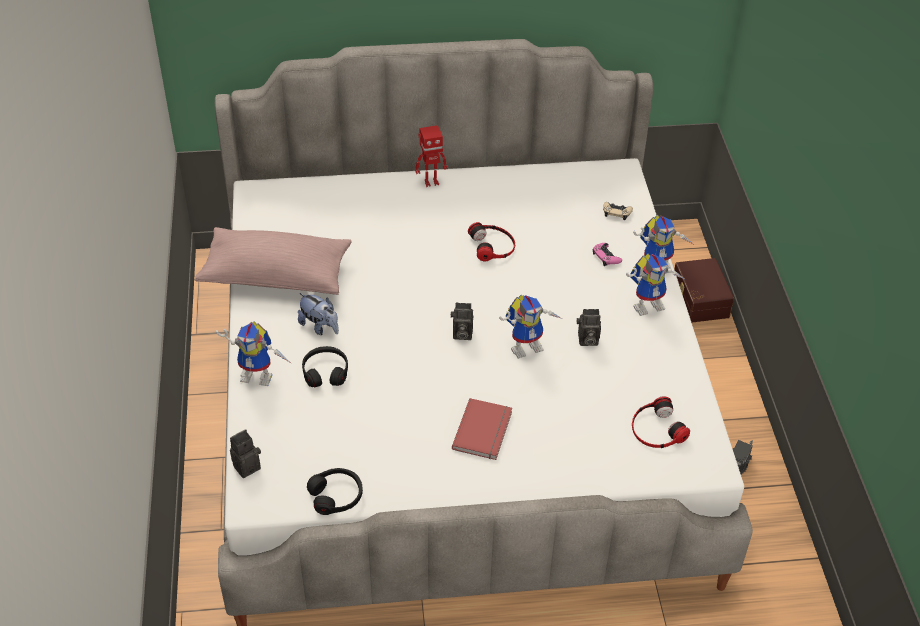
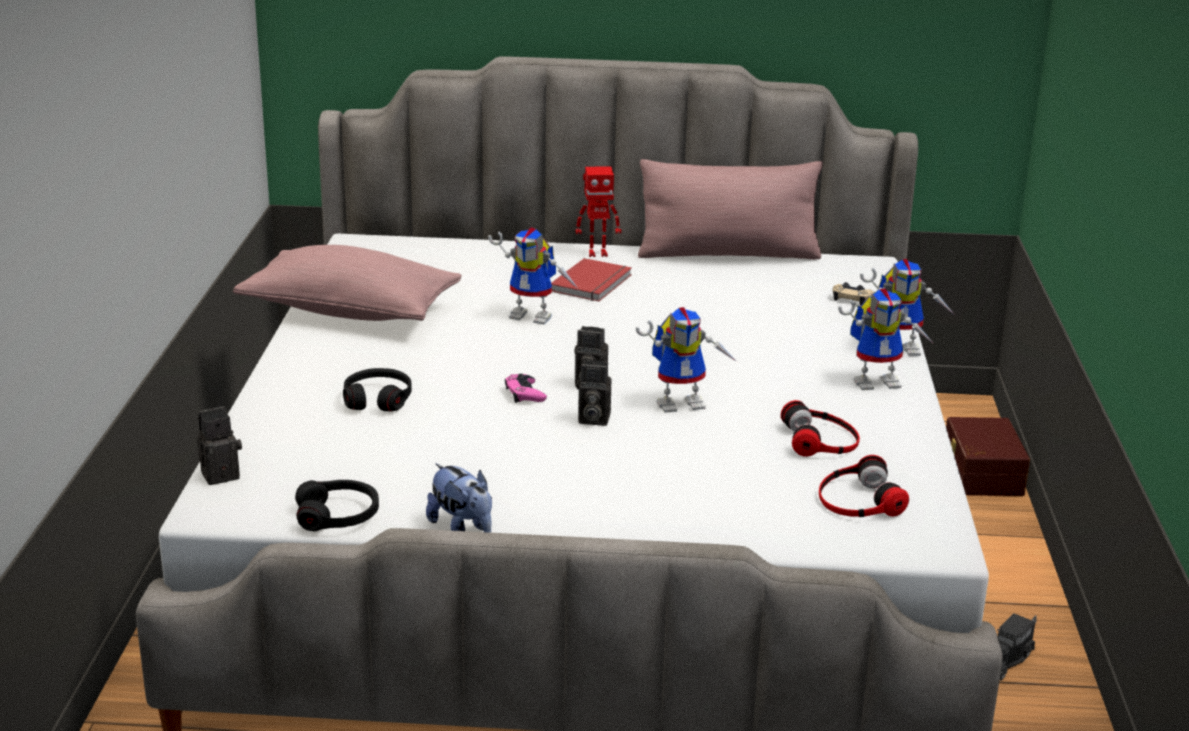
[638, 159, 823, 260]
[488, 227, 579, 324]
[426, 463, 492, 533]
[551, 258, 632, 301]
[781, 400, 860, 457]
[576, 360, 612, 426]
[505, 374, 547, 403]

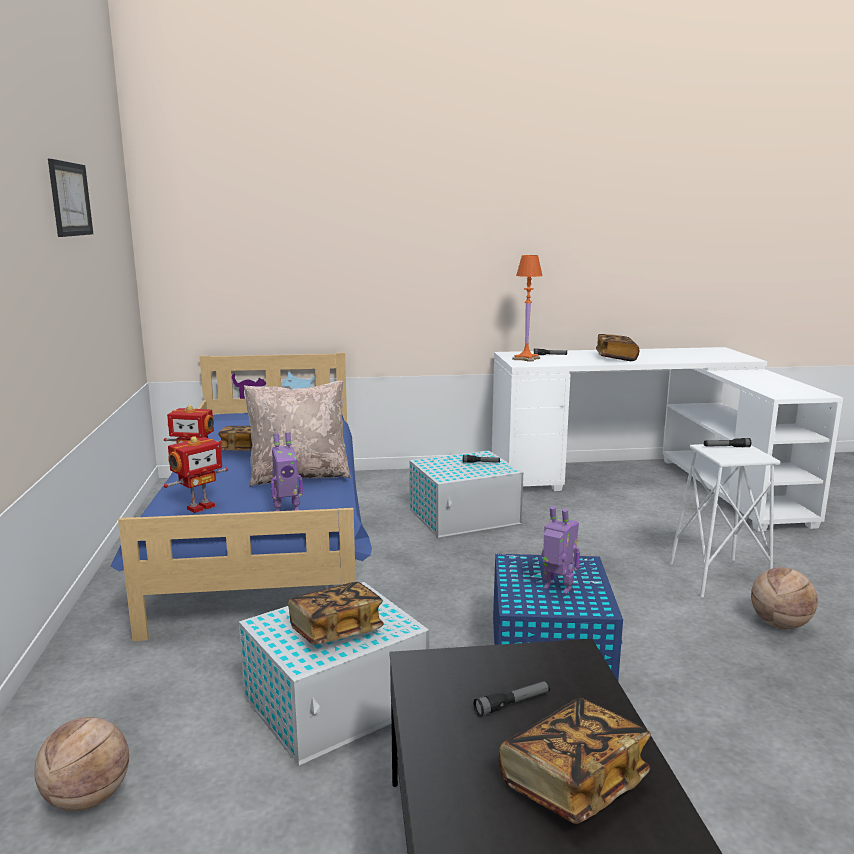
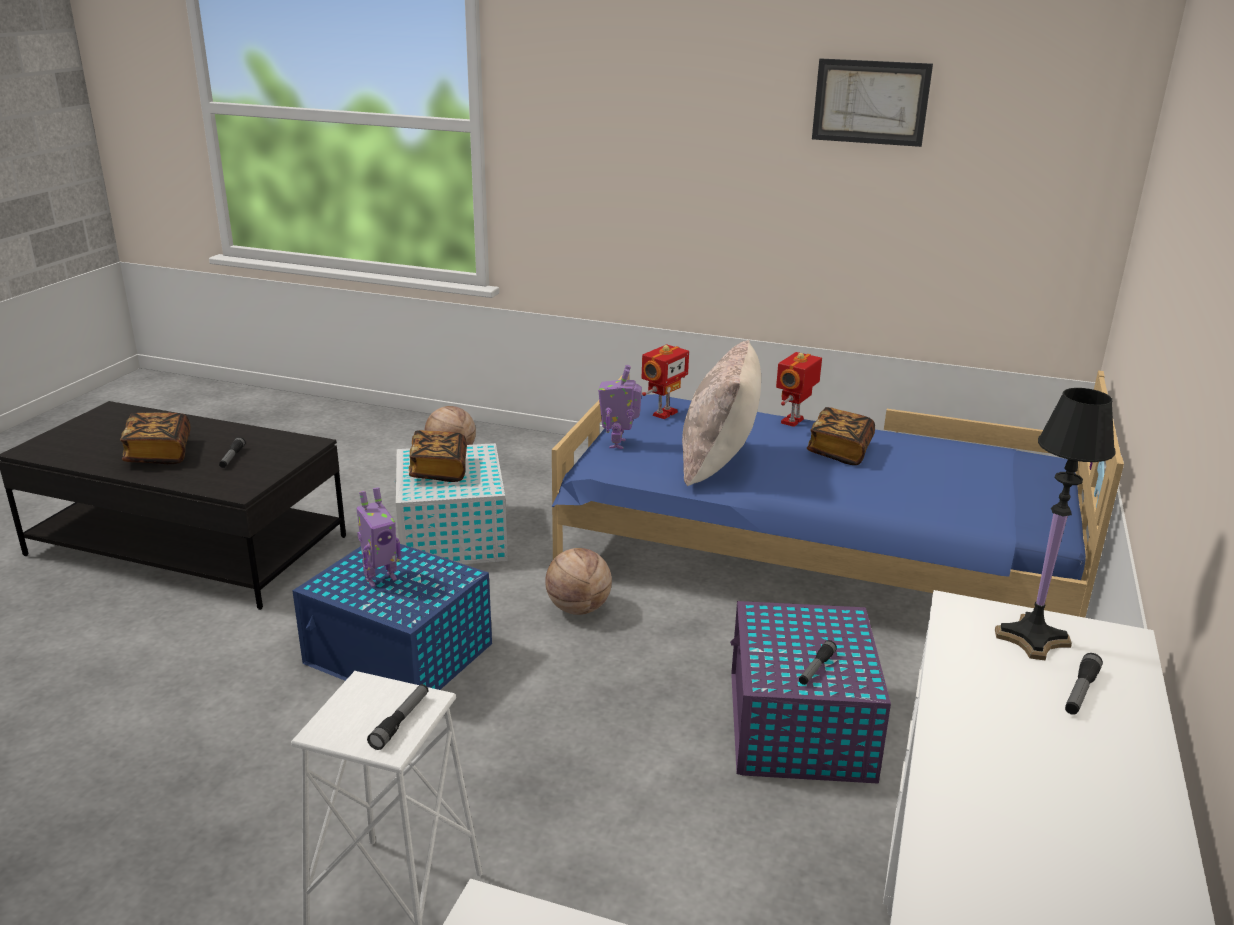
[596, 334, 639, 361] (first image)
[545, 548, 612, 615]
[730, 601, 891, 783]
[995, 388, 1116, 660]
[642, 344, 689, 419]

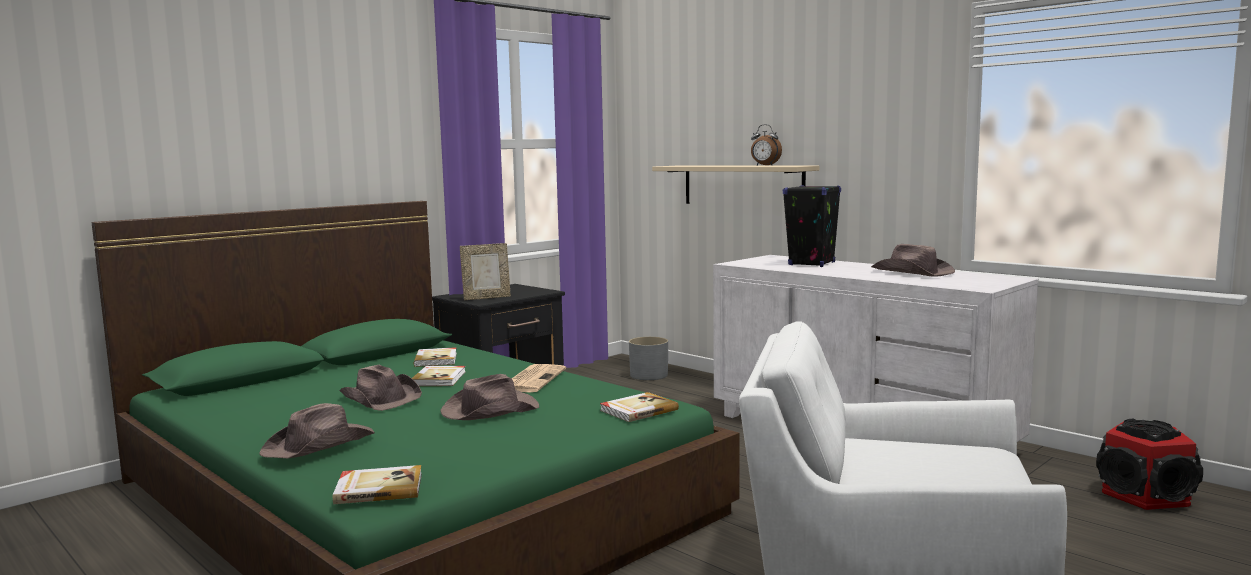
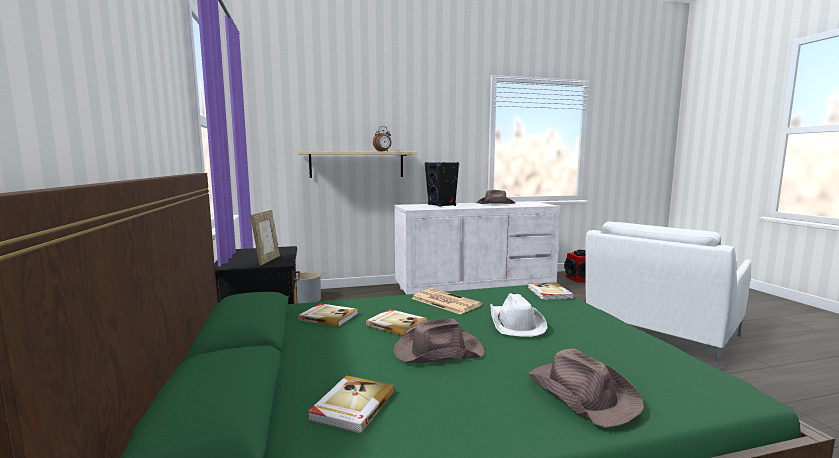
[307, 375, 395, 434]
[490, 293, 547, 337]

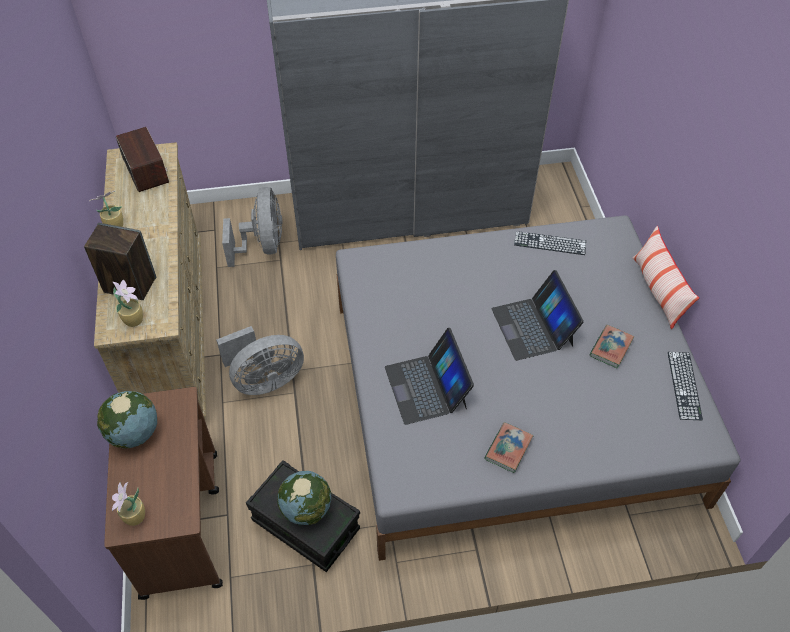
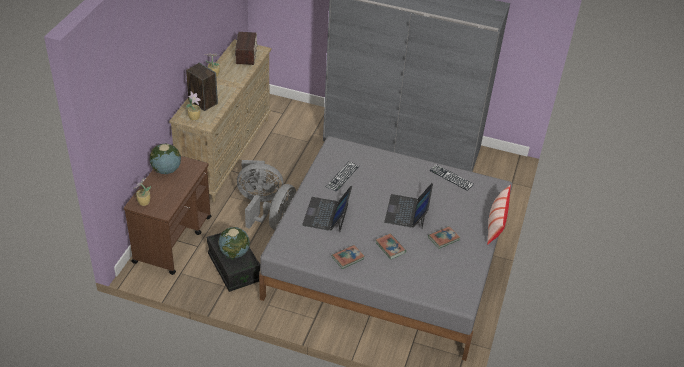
[376, 234, 406, 260]
[245, 184, 296, 230]
[326, 162, 359, 192]

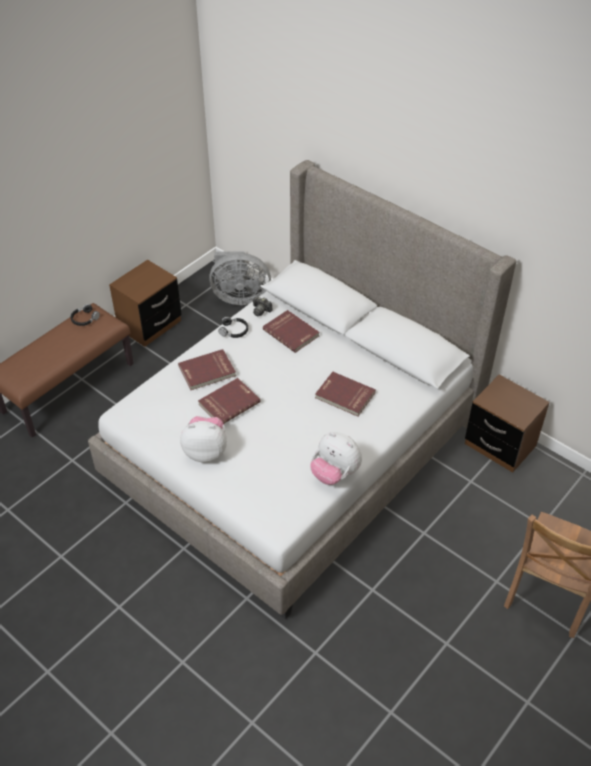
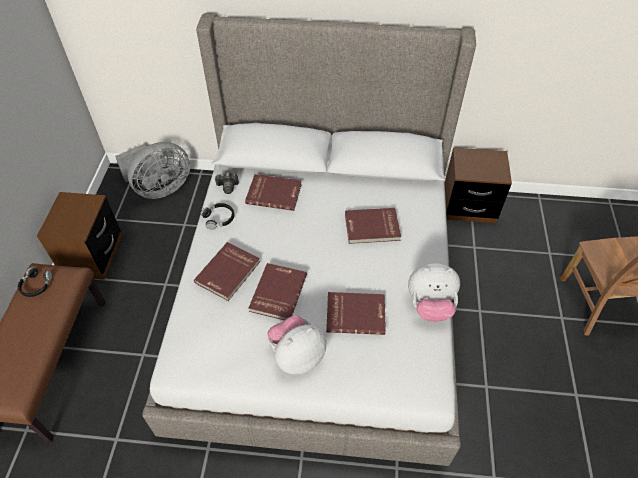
[326, 292, 386, 335]

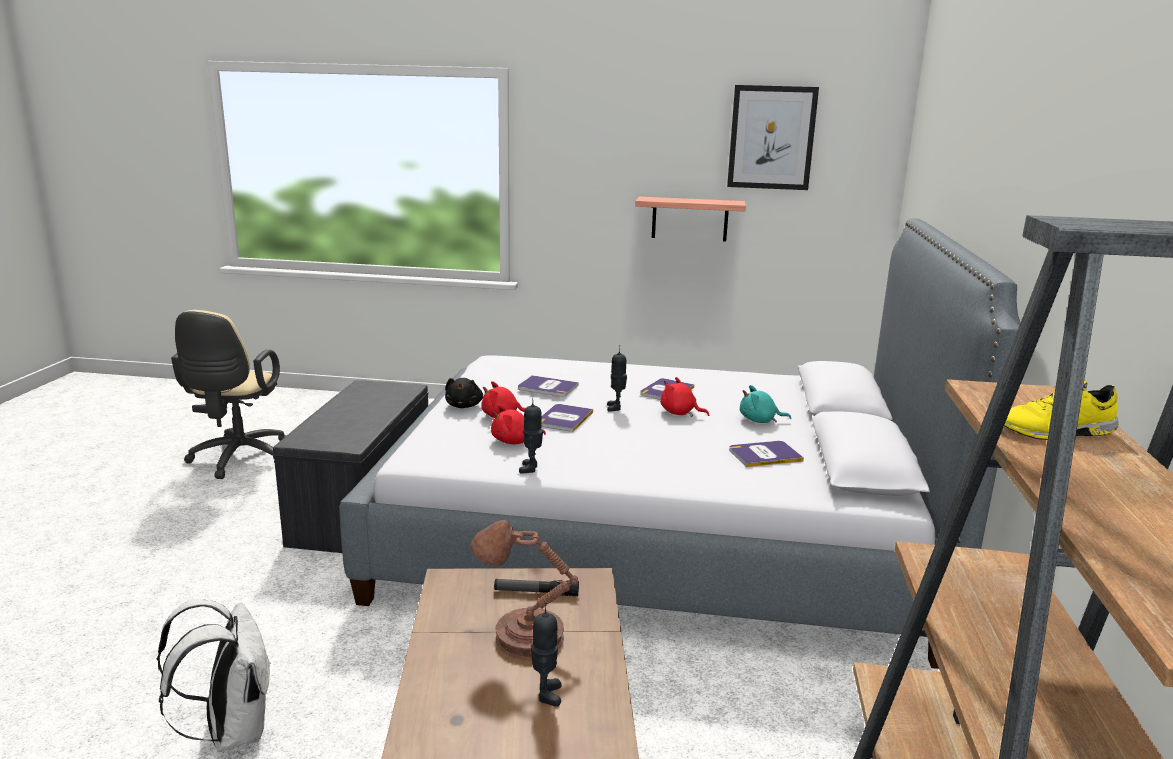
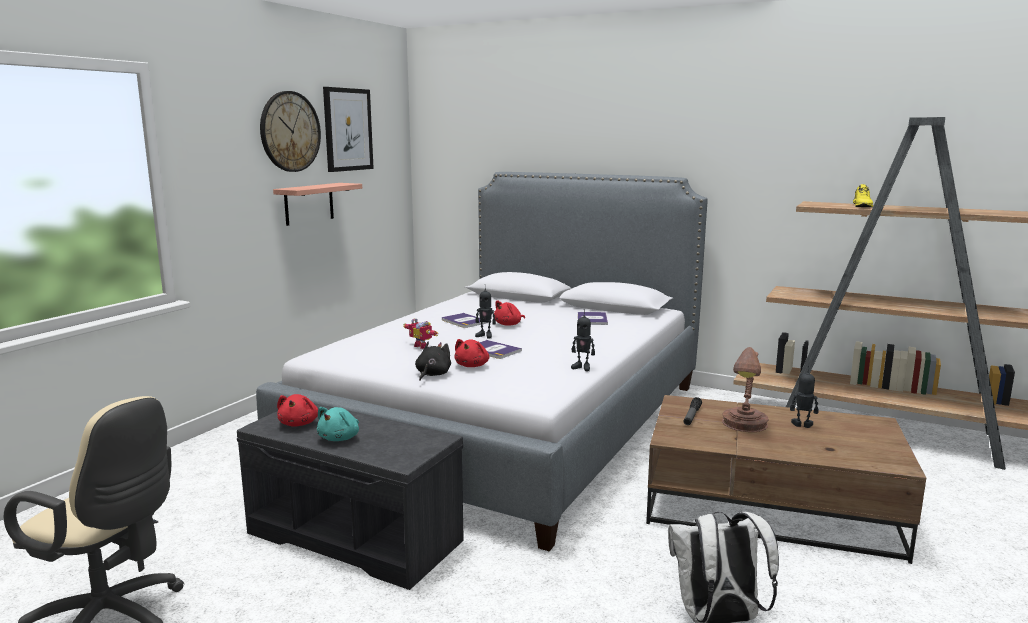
[260, 91, 321, 172]
[277, 394, 318, 427]
[317, 407, 359, 441]
[403, 318, 438, 349]
[415, 342, 451, 381]

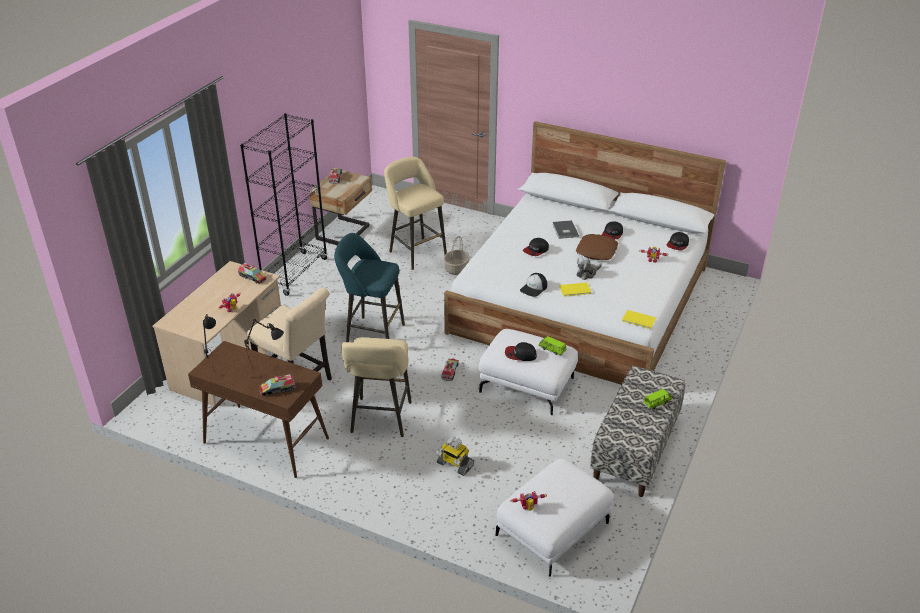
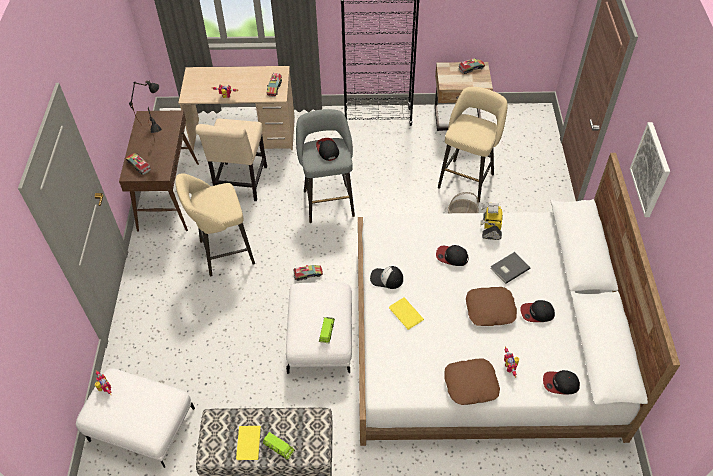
[576, 257, 602, 280] (first image)
[444, 358, 500, 405]
[630, 122, 670, 217]
[480, 203, 503, 240]
[316, 138, 339, 161]
[236, 426, 261, 460]
[296, 109, 355, 223]

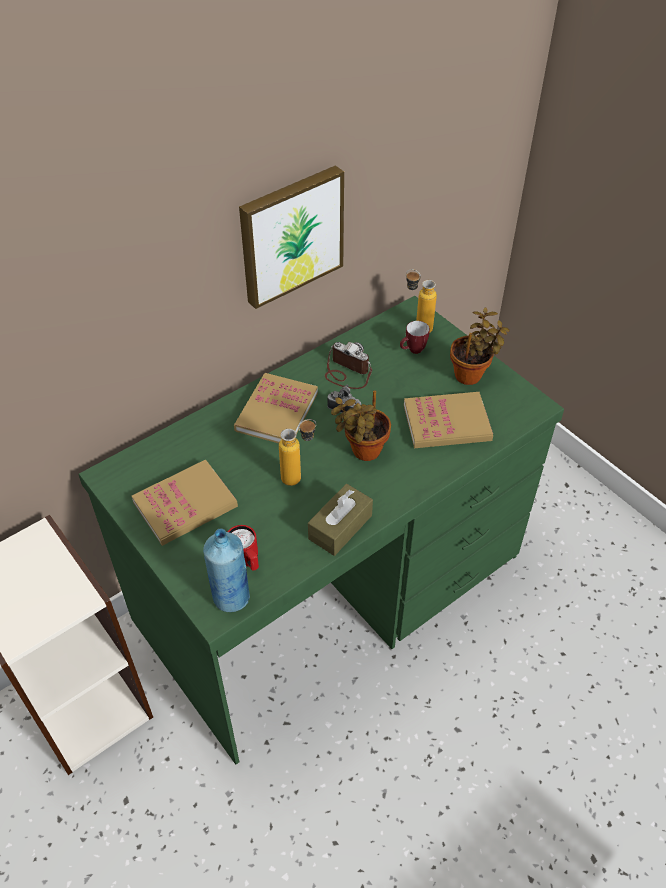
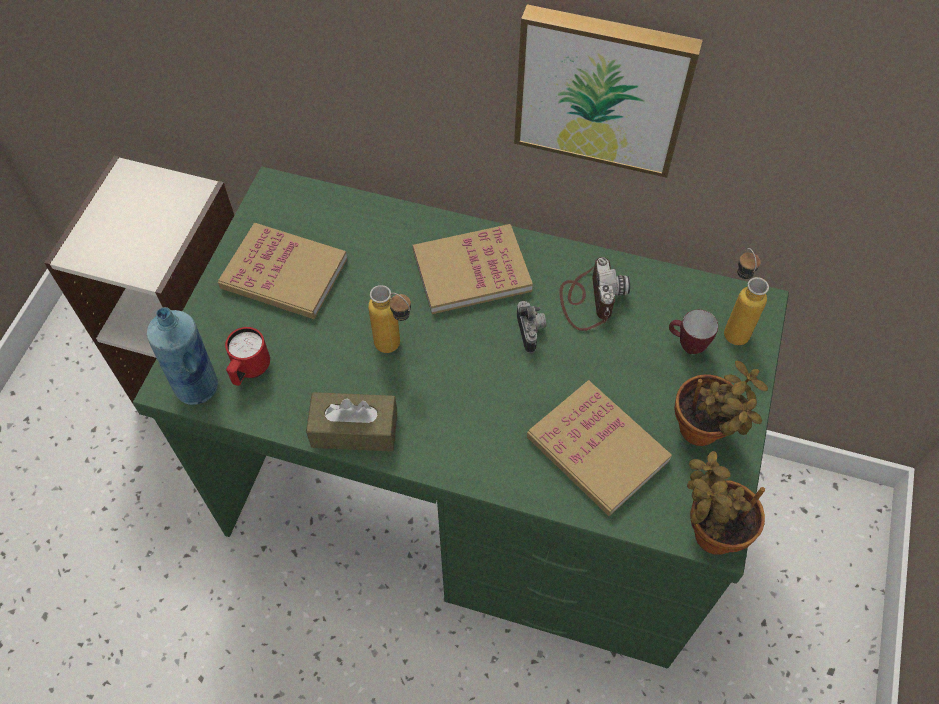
[687, 451, 765, 555]

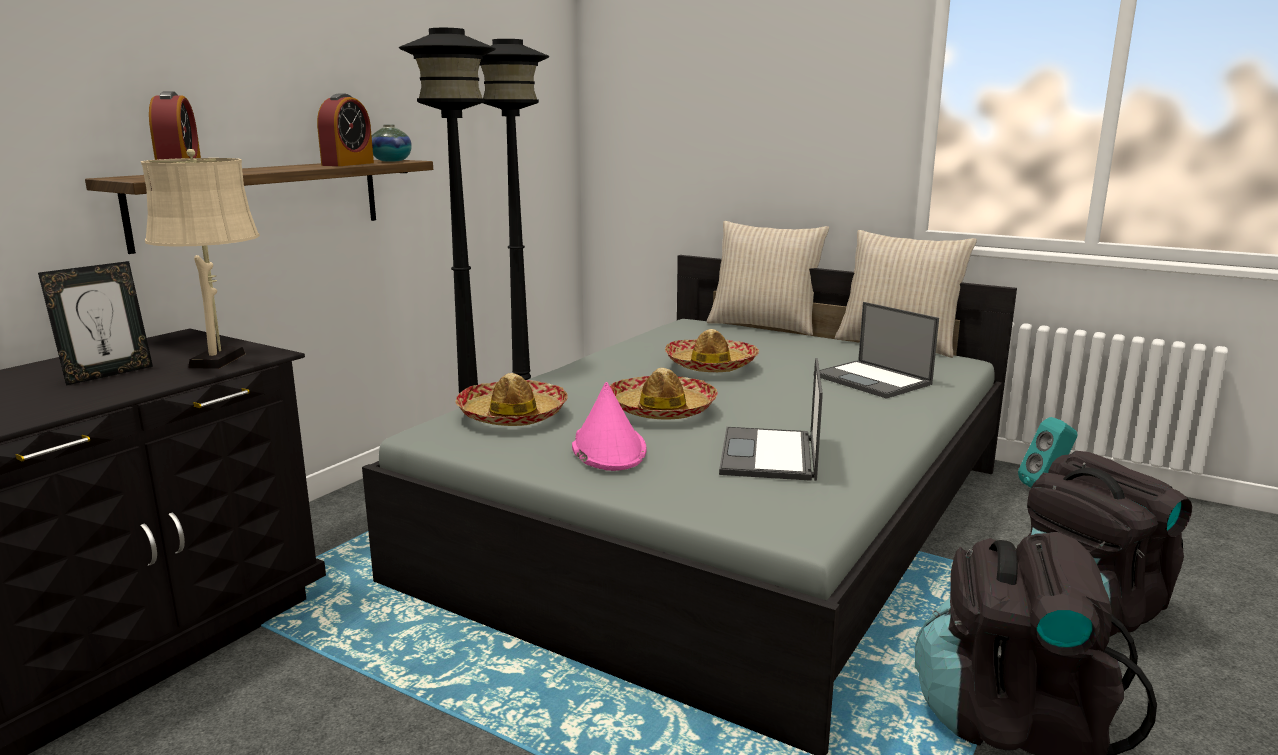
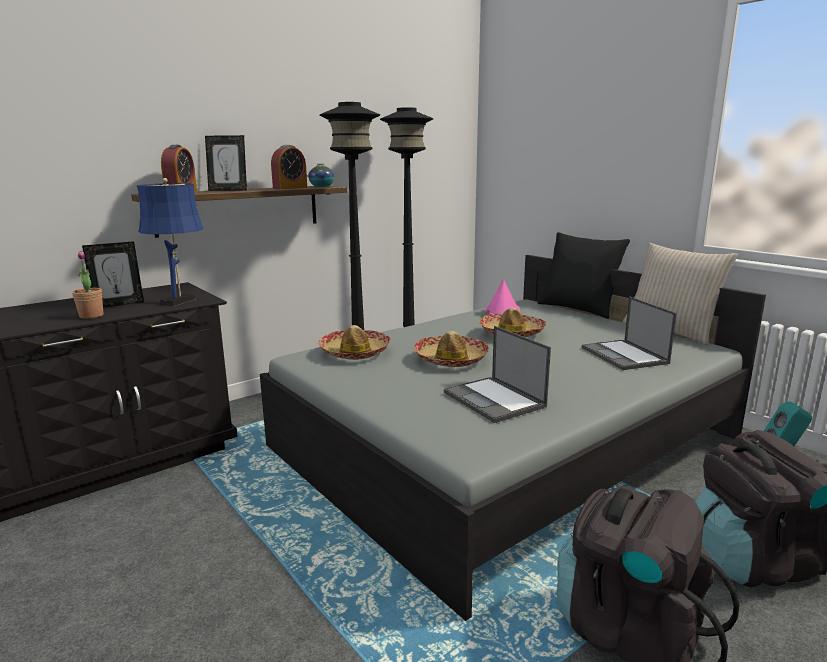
[72, 251, 103, 319]
[205, 135, 247, 191]
[485, 279, 520, 315]
[137, 178, 204, 306]
[538, 232, 630, 319]
[444, 326, 551, 423]

